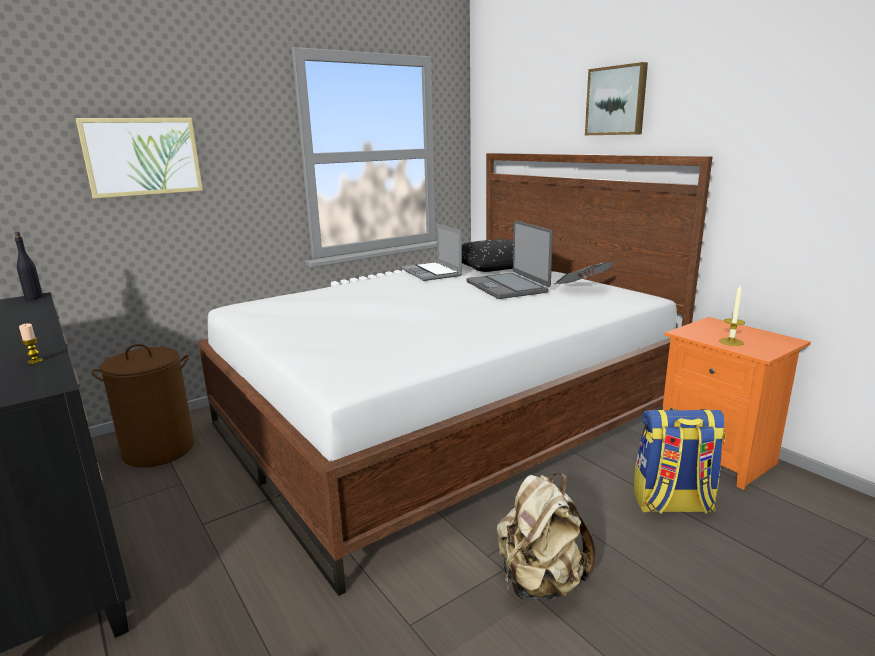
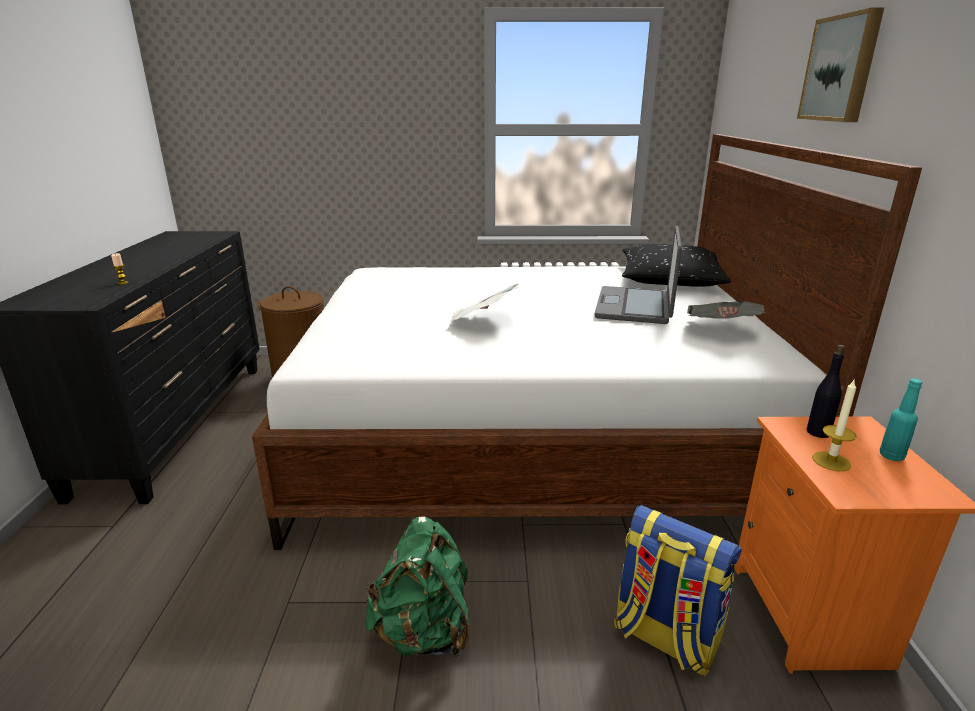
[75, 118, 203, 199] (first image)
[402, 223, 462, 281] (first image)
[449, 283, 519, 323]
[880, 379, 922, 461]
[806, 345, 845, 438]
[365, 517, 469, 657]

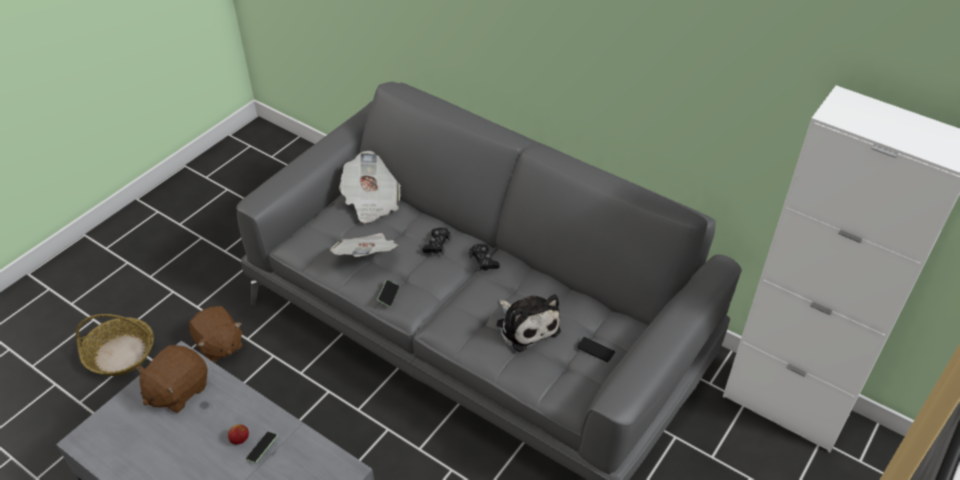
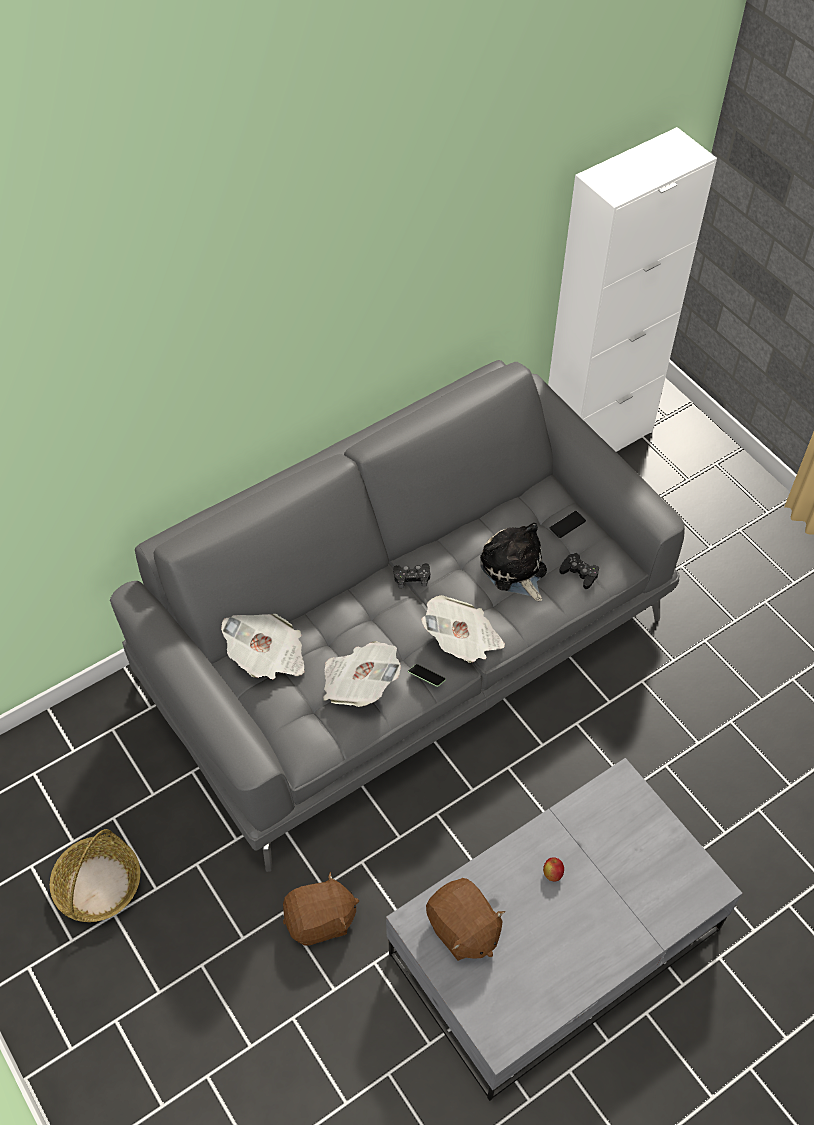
[246, 432, 278, 463] (first image)
[421, 595, 505, 663]
[50, 829, 140, 922]
[559, 553, 599, 589]
[480, 523, 547, 601]

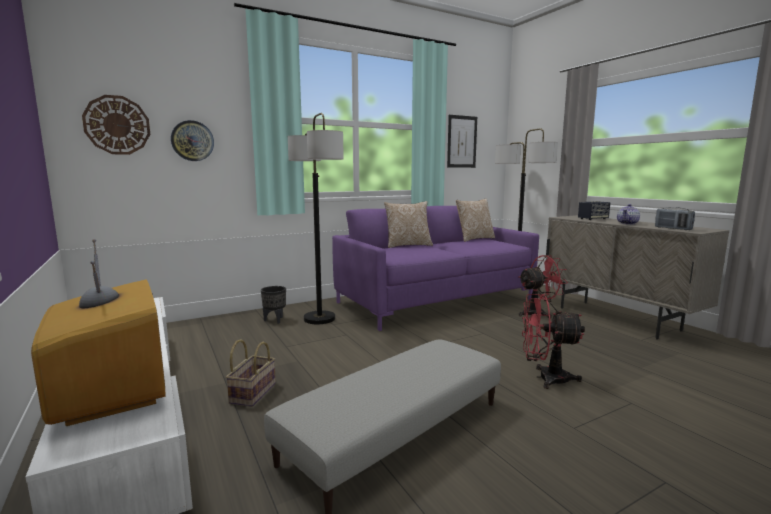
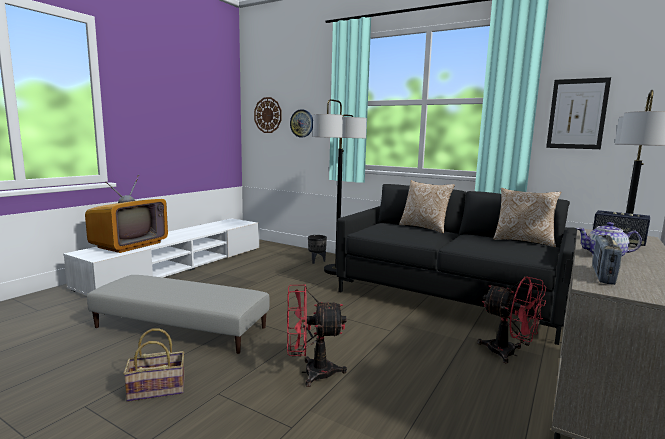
[123, 328, 184, 402]
[336, 184, 577, 345]
[287, 284, 347, 387]

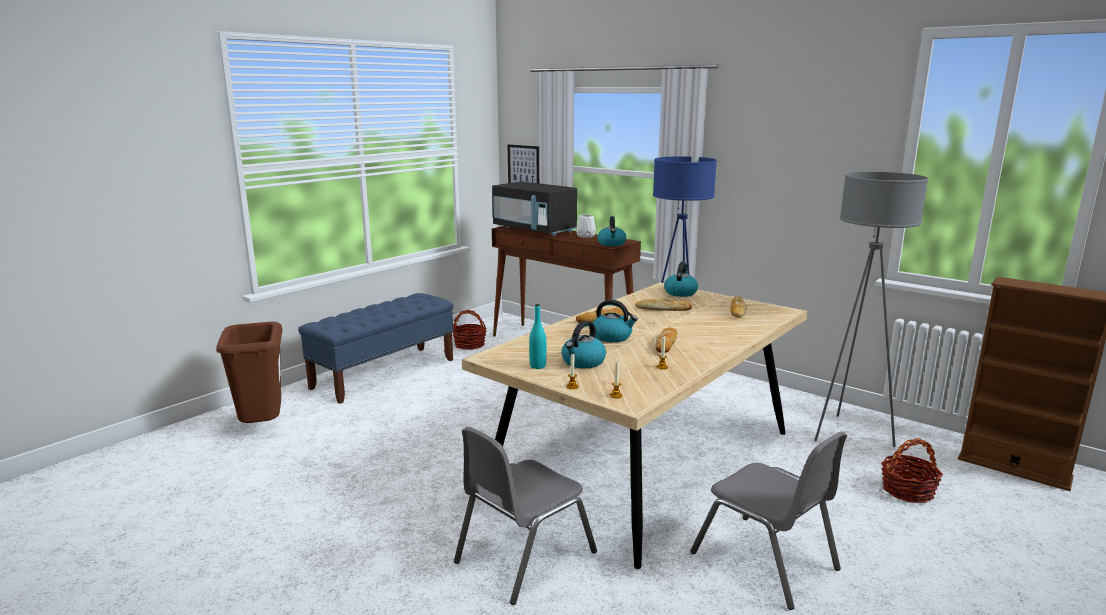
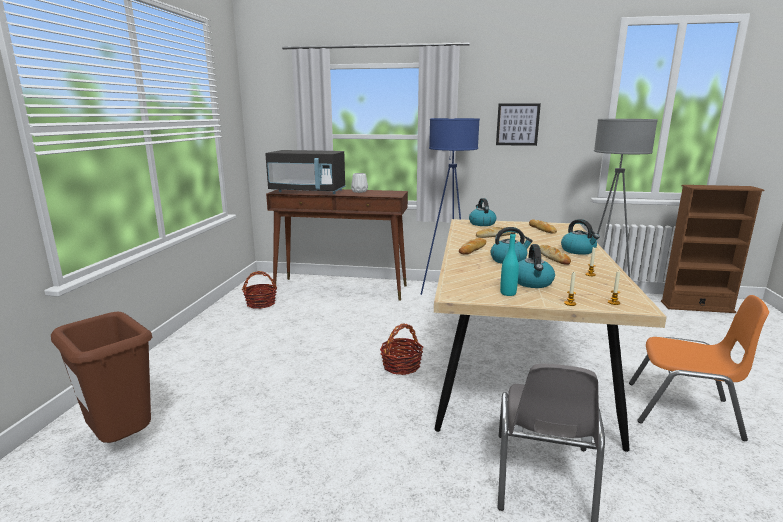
[298, 293, 454, 404] (first image)
[496, 103, 541, 146]
[561, 219, 600, 255]
[380, 324, 423, 375]
[629, 295, 769, 441]

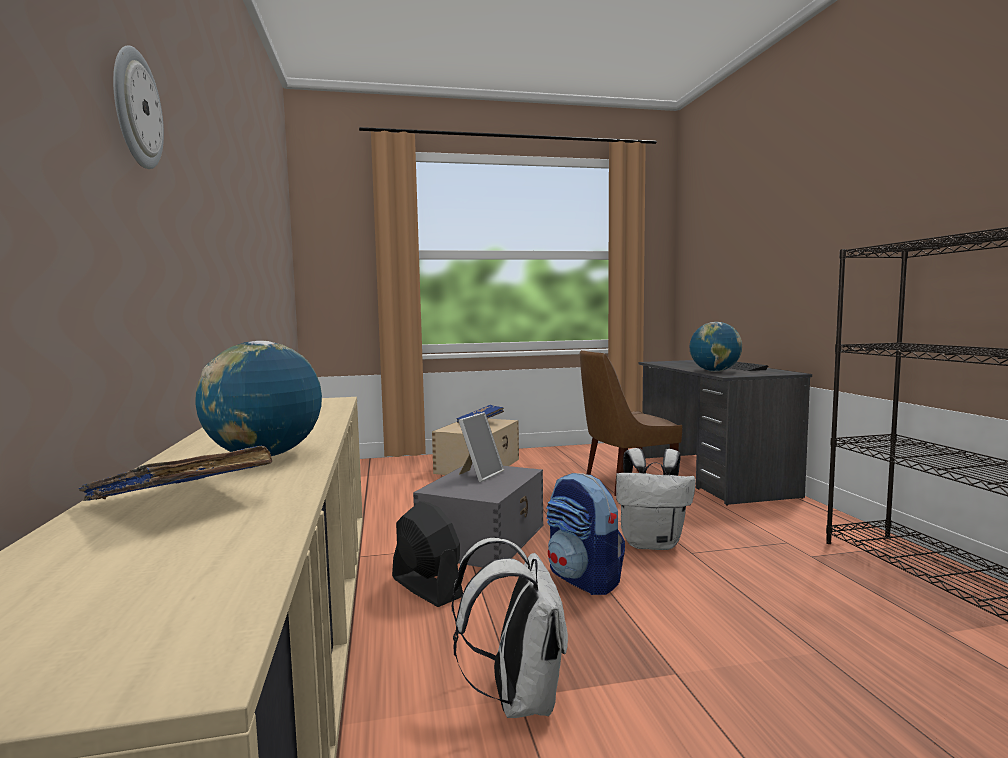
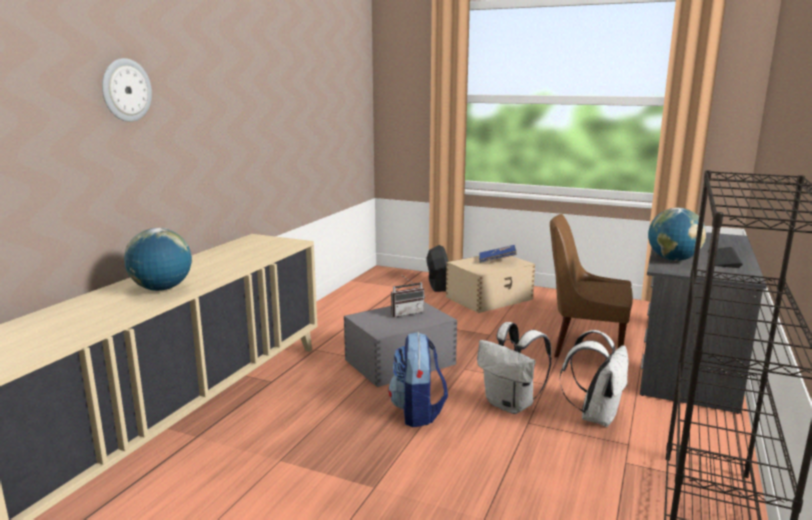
[79, 445, 272, 501] (first image)
[426, 245, 448, 292]
[560, 330, 628, 427]
[391, 274, 425, 317]

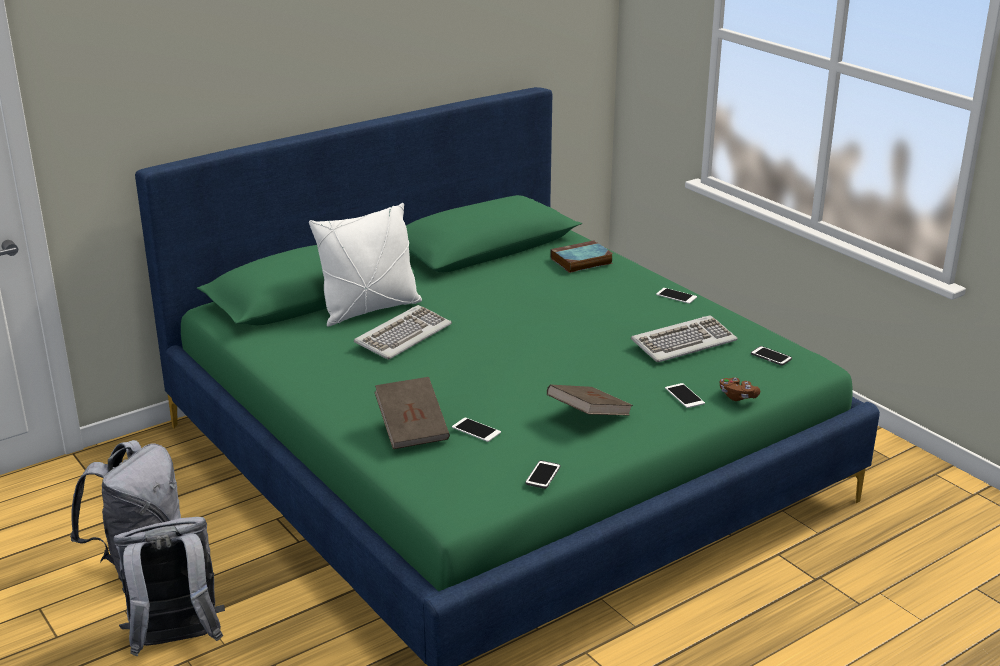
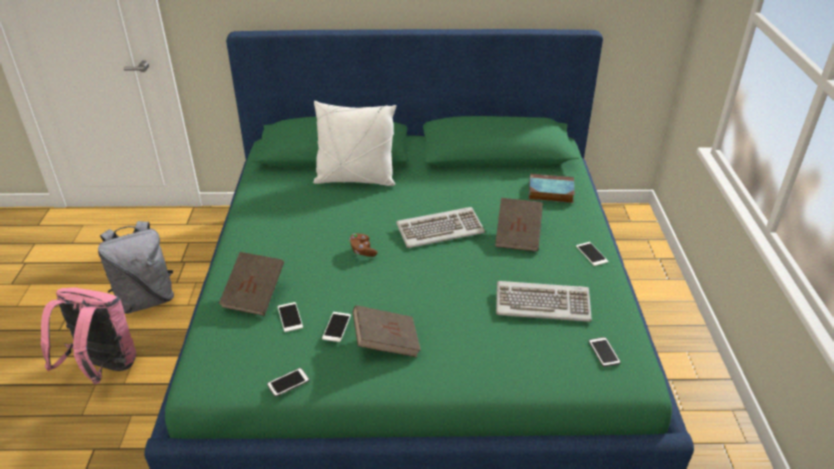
[495, 198, 543, 252]
[396, 207, 485, 248]
[322, 312, 351, 342]
[350, 233, 377, 257]
[41, 287, 136, 384]

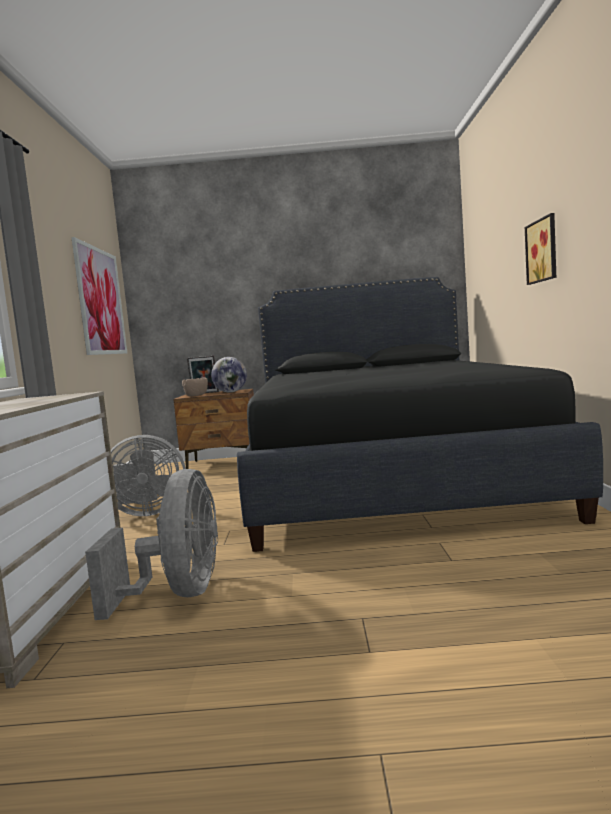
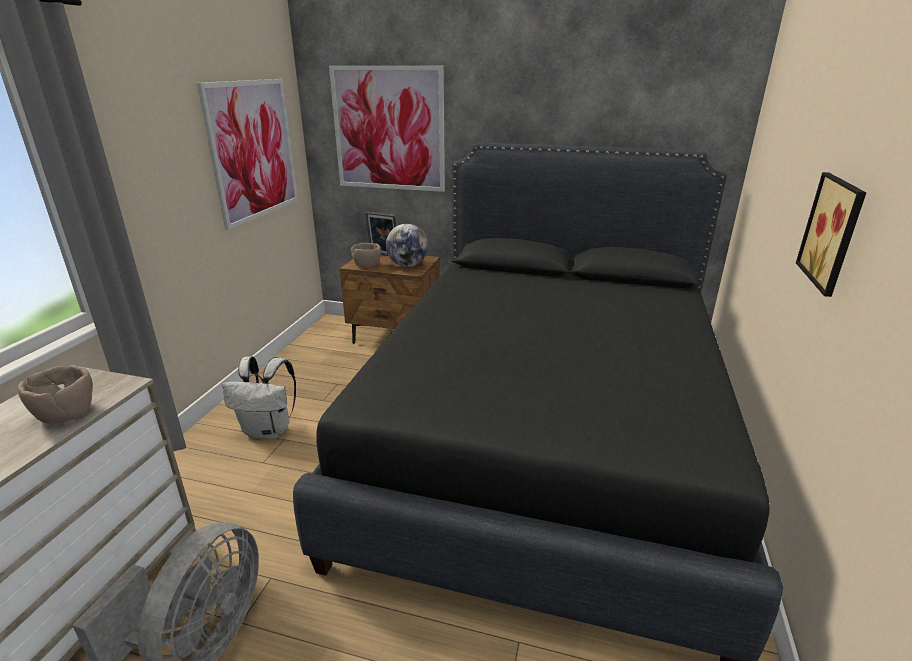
[17, 365, 93, 423]
[329, 65, 445, 192]
[222, 356, 296, 439]

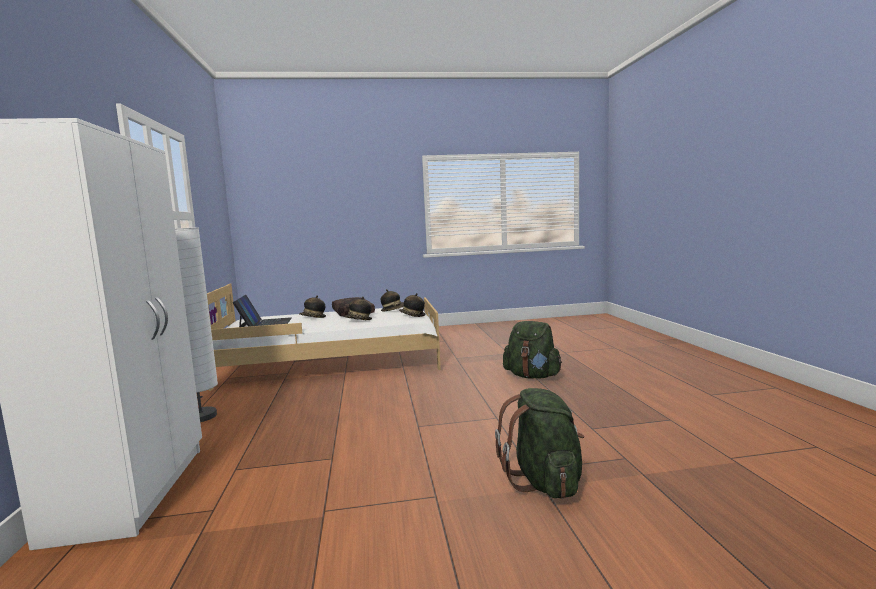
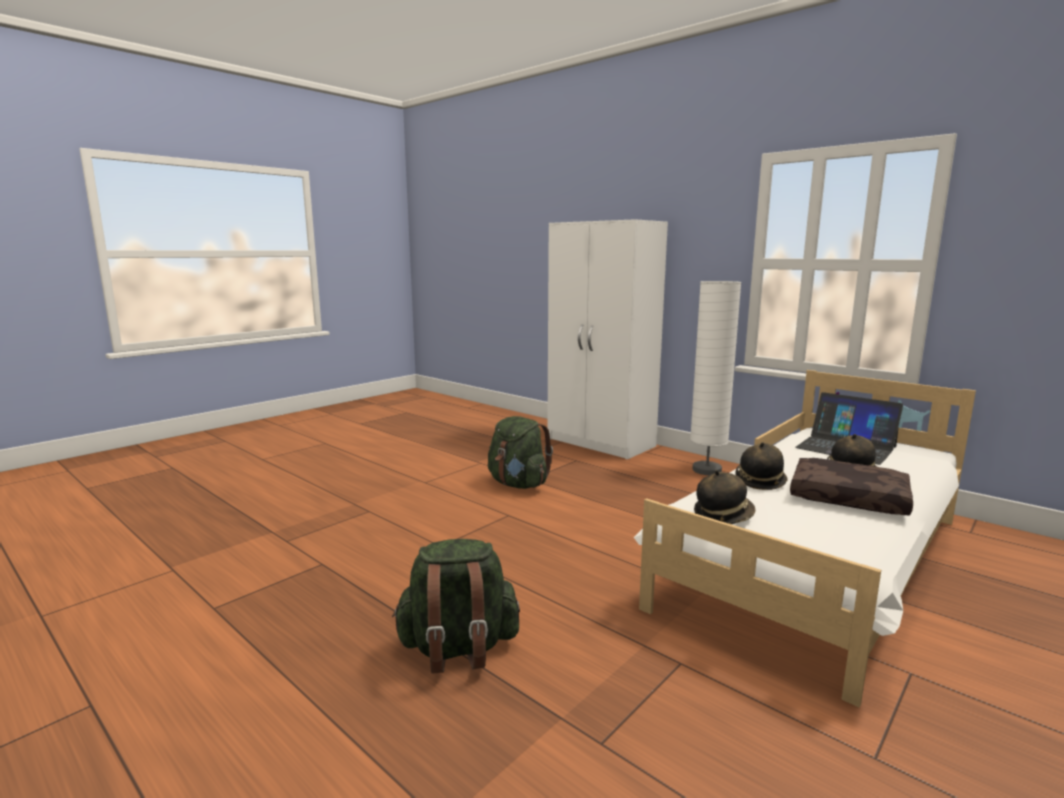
[381, 289, 404, 311] (first image)
[488, 416, 553, 489]

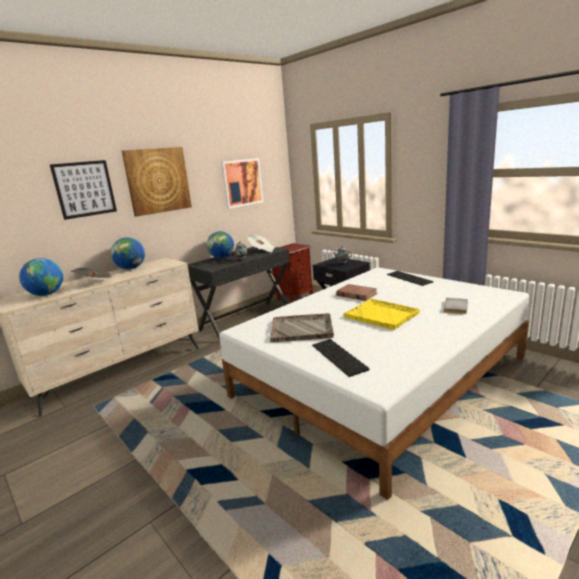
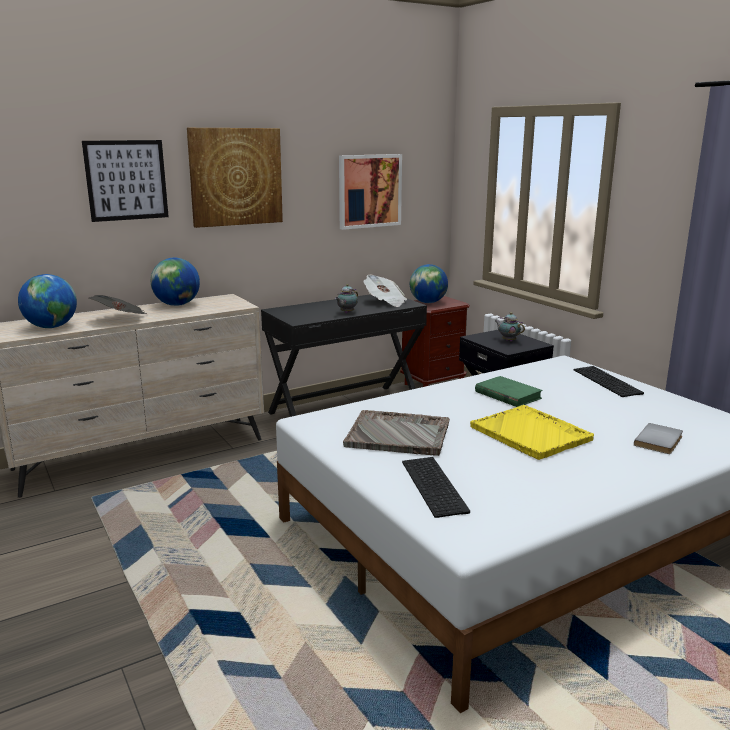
[410, 264, 448, 303]
[475, 376, 543, 407]

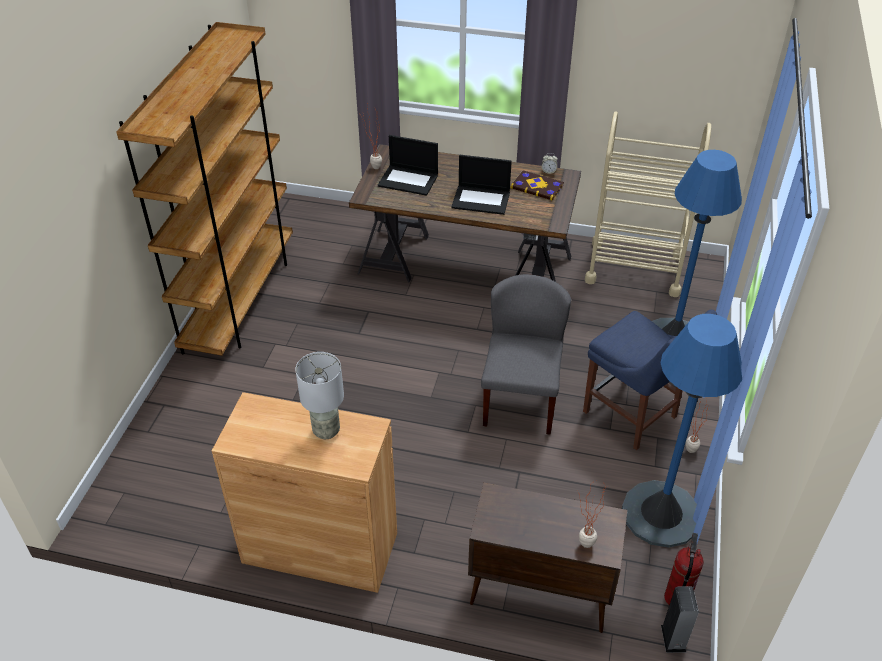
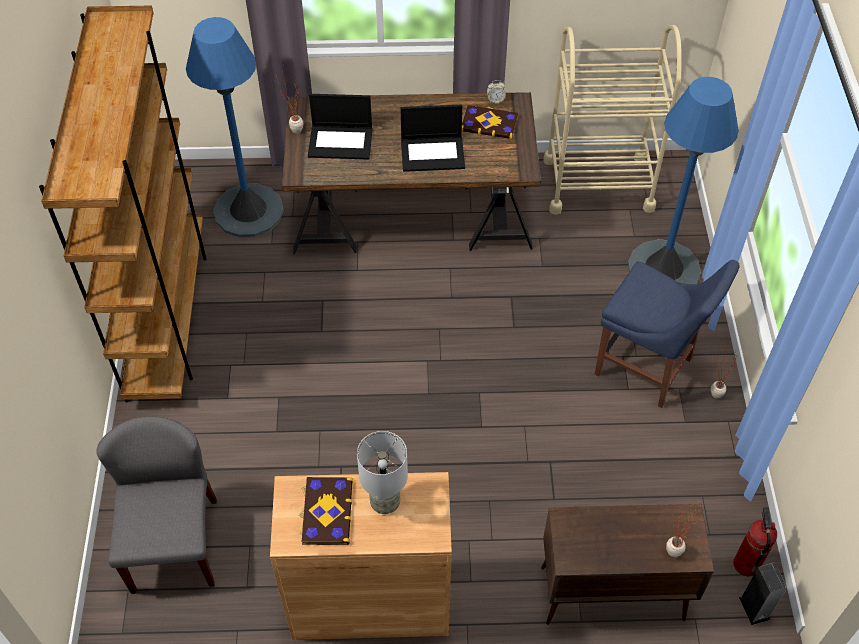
[298, 477, 353, 545]
[96, 416, 217, 594]
[186, 17, 284, 237]

